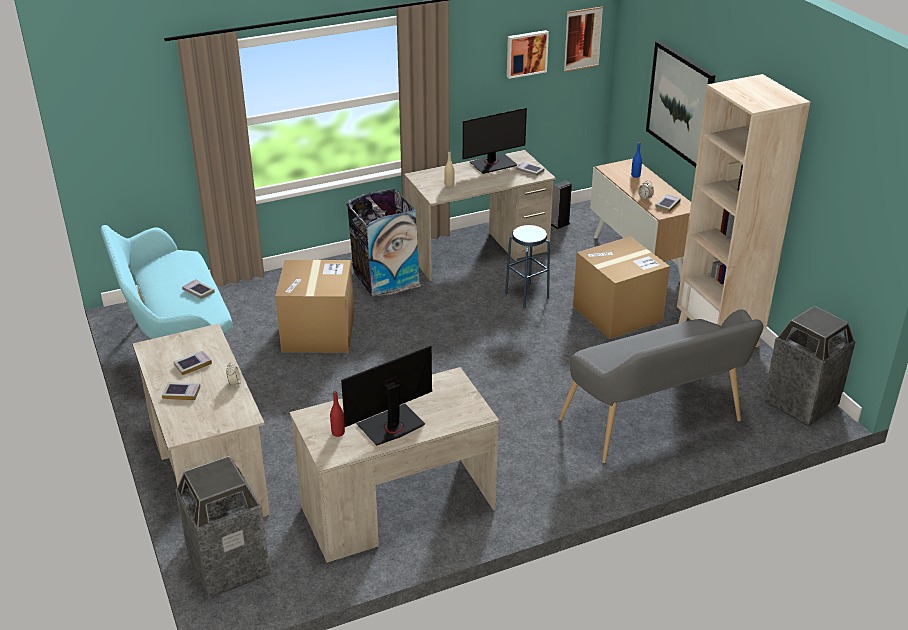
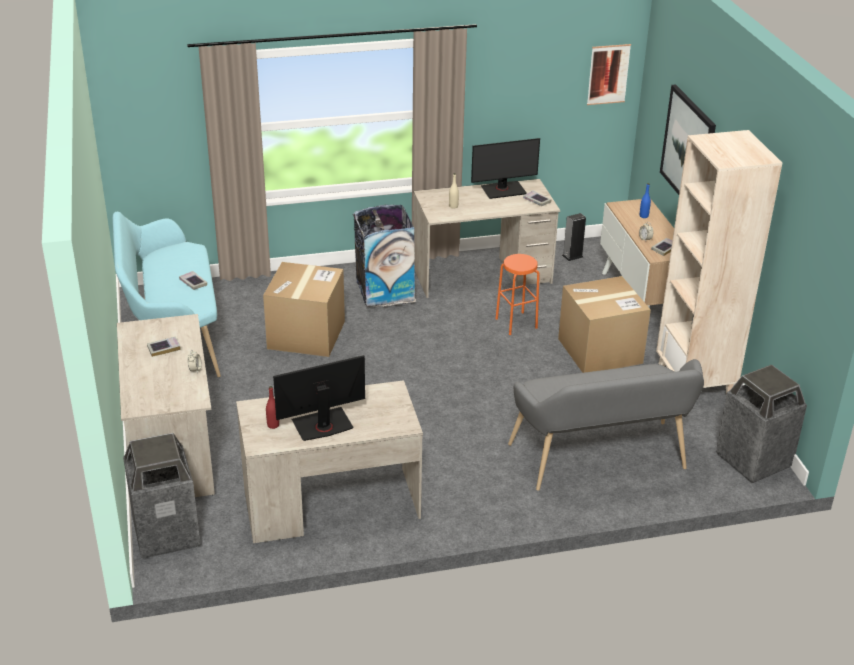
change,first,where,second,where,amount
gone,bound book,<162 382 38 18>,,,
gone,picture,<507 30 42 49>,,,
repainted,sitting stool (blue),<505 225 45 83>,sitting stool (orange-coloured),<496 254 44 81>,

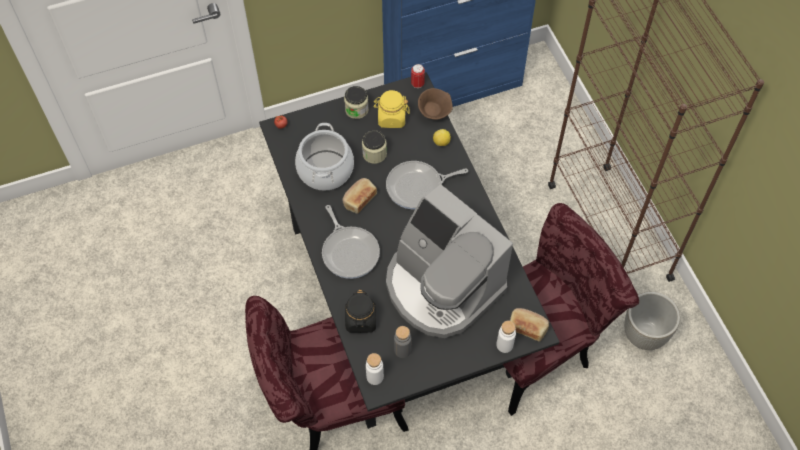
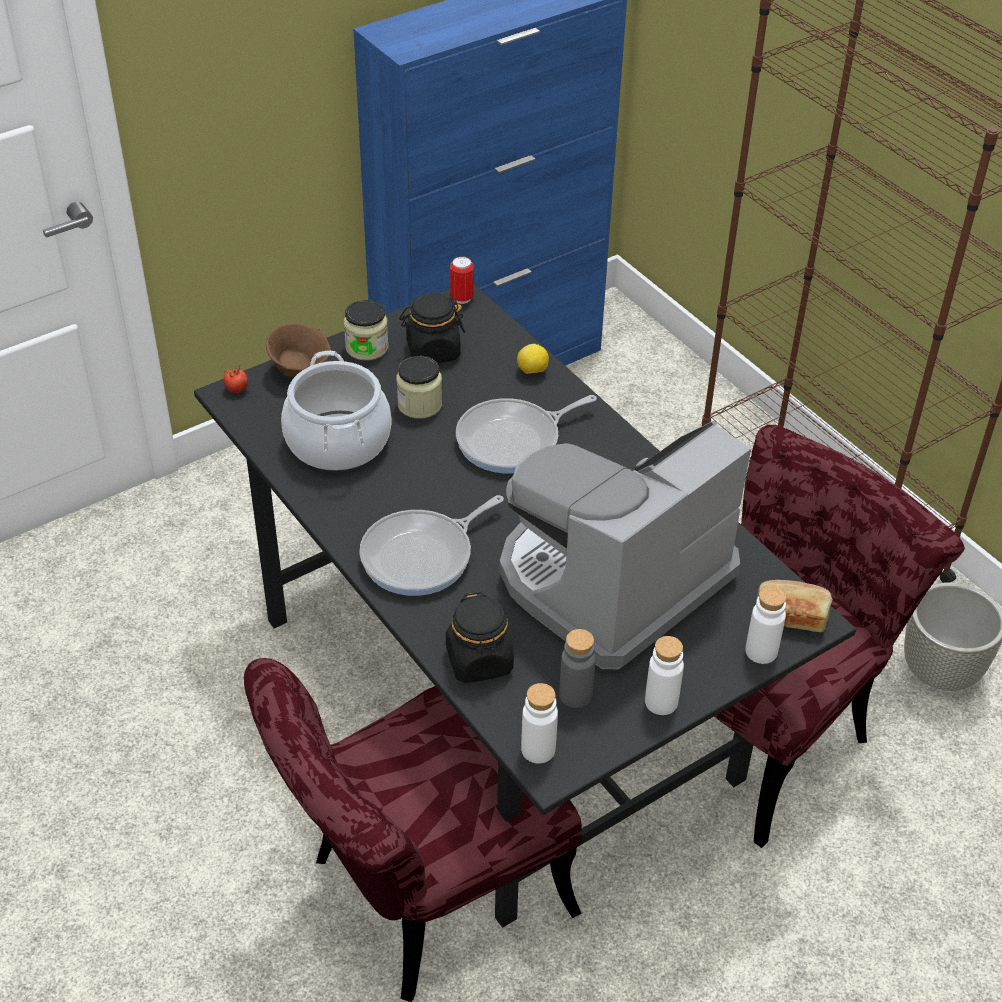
change,first,where,second,where,amount
gone,bread,<342 178 35 36>,,,
new,,,bottle (whitish),<645 636 39 79>,
shifted,deep dish (brown),<418 88 35 32>,,<266 324 65 53>,
repainted,storage jar (yellowish),<373 90 36 38>,storage jar (blackish),<399 293 66 70>,
rotated,frying pan,<322 205 58 74>,,<359 495 145 101>,90 degrees clockwise
rotated,coffee brewer,<386 184 127 154>,,<499 421 252 248>,105 degrees clockwise

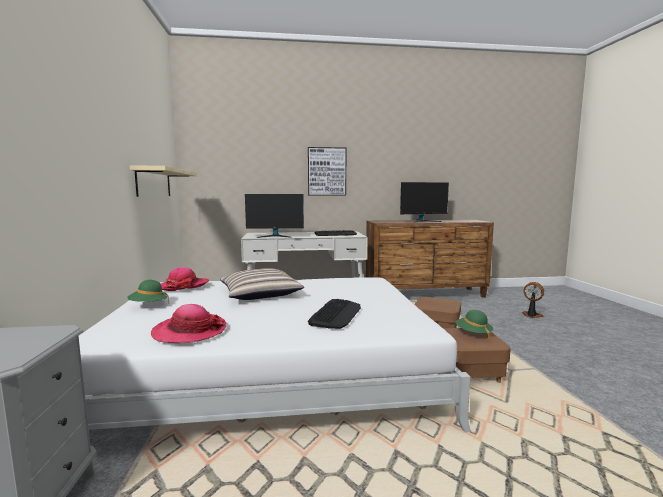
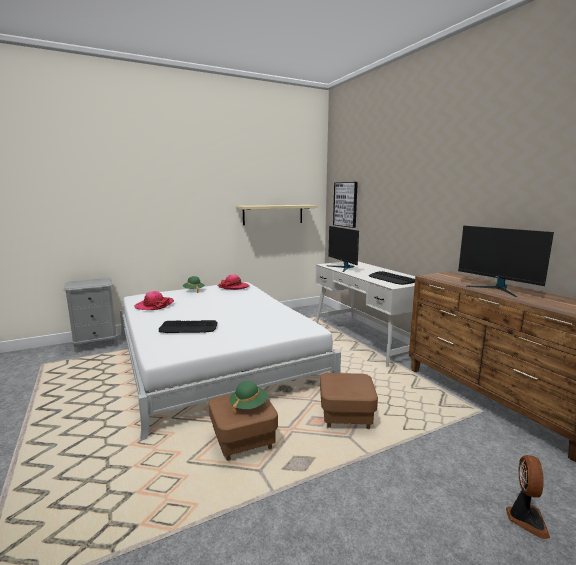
change,first,where,second,where,amount
gone,throw pillow,<220 268 84 32>,,,
shifted,picture,<308 147 38 48>,,<333 182 25 46>,

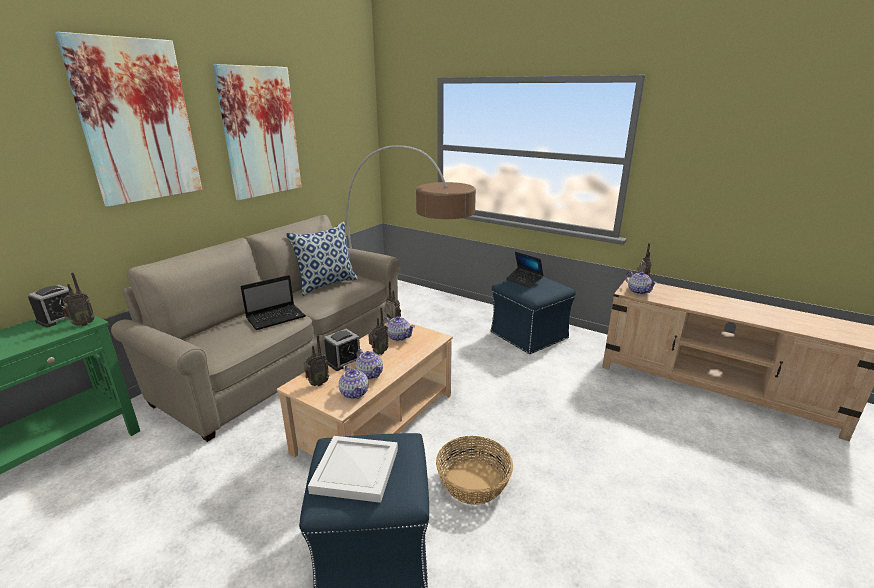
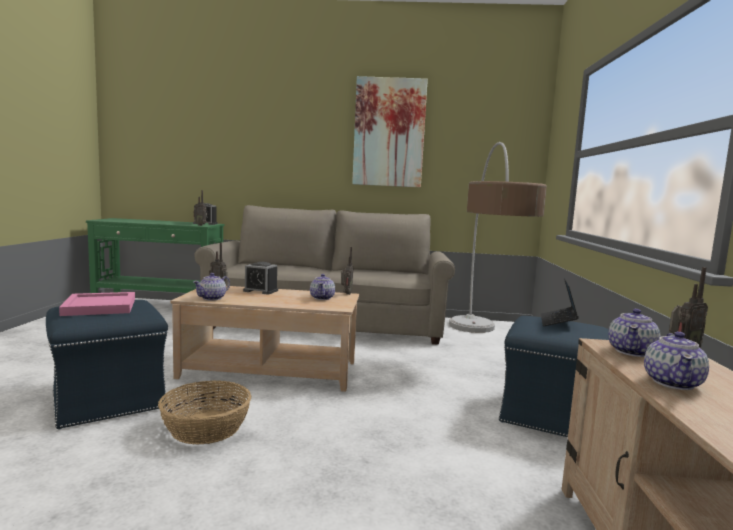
change,first,where,second,where,amount
gone,picture,<55 32 147 175>,,,
gone,portable computer,<240 275 66 55>,,,
gone,throw pillow,<286 222 72 74>,,,
gone,radio set,<368 307 21 48>,,,
shifted,teapot,<355 349 28 31>,,<644 331 65 59>,
repainted,tray (whitish),<308 436 90 67>,tray (pink-coloured),<59 292 76 24>,

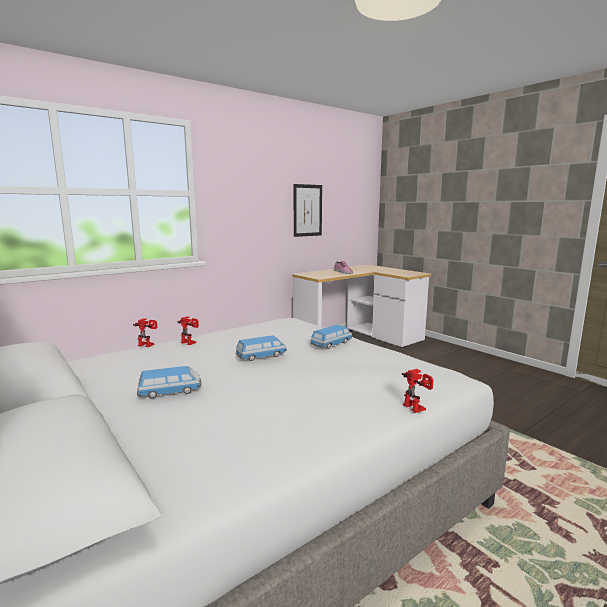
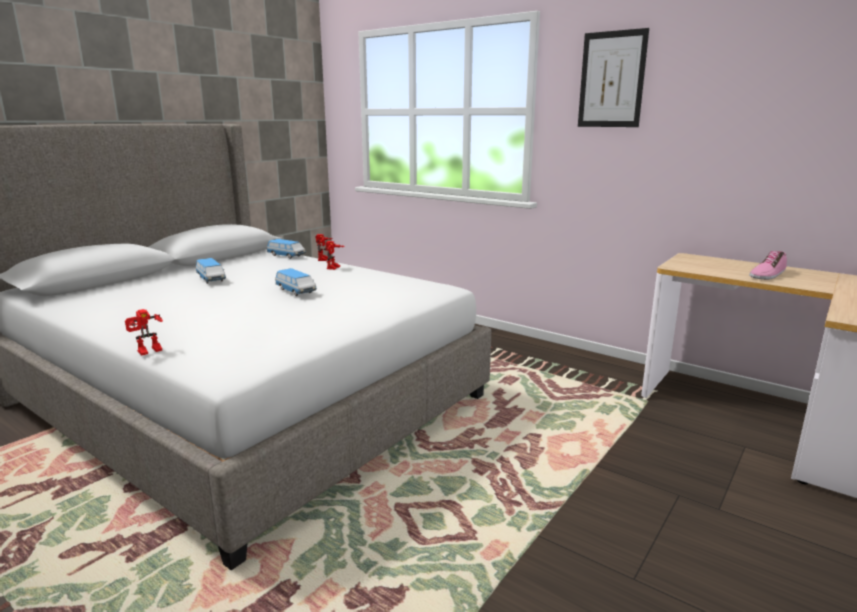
change,first,where,second,where,amount
shifted,picture,<293 184 29 53>,,<578 28 71 99>,
shifted,model car,<310 325 43 24>,,<267 239 39 20>,

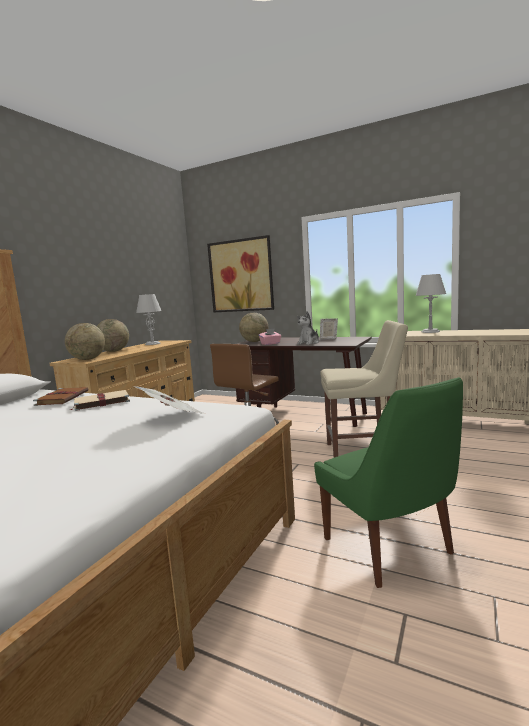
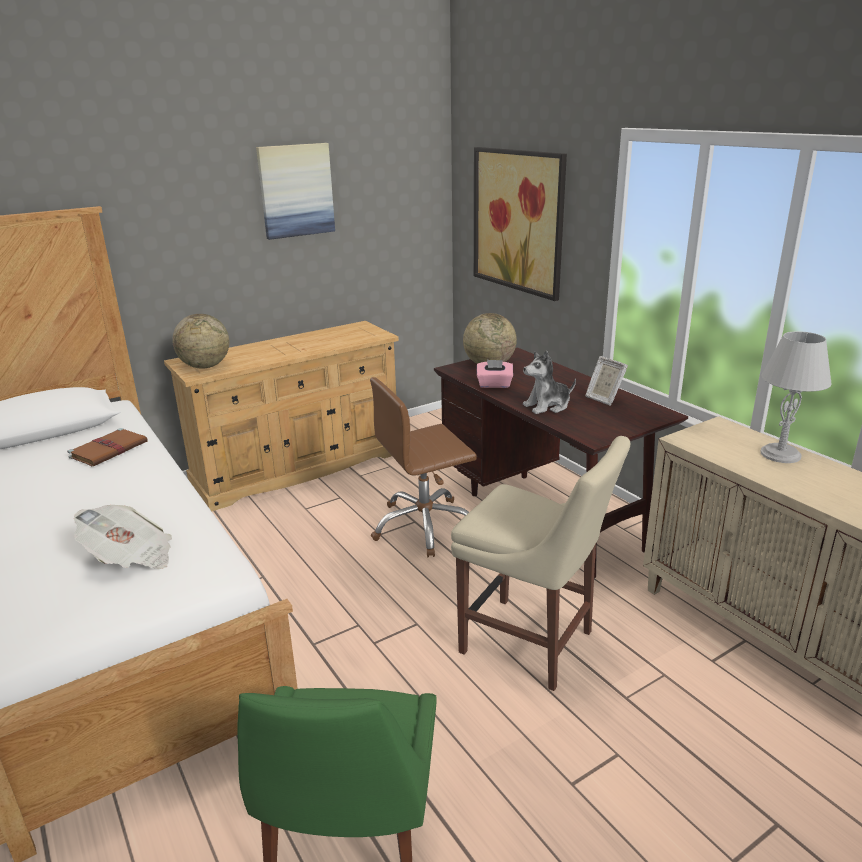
change,first,where,second,where,amount
gone,bound book (beige),<70 390 60 21>,,,
gone,globe,<97 319 32 33>,,,
gone,table lamp (grey),<136 294 26 51>,,,
new,,,picture,<256 143 79 97>,

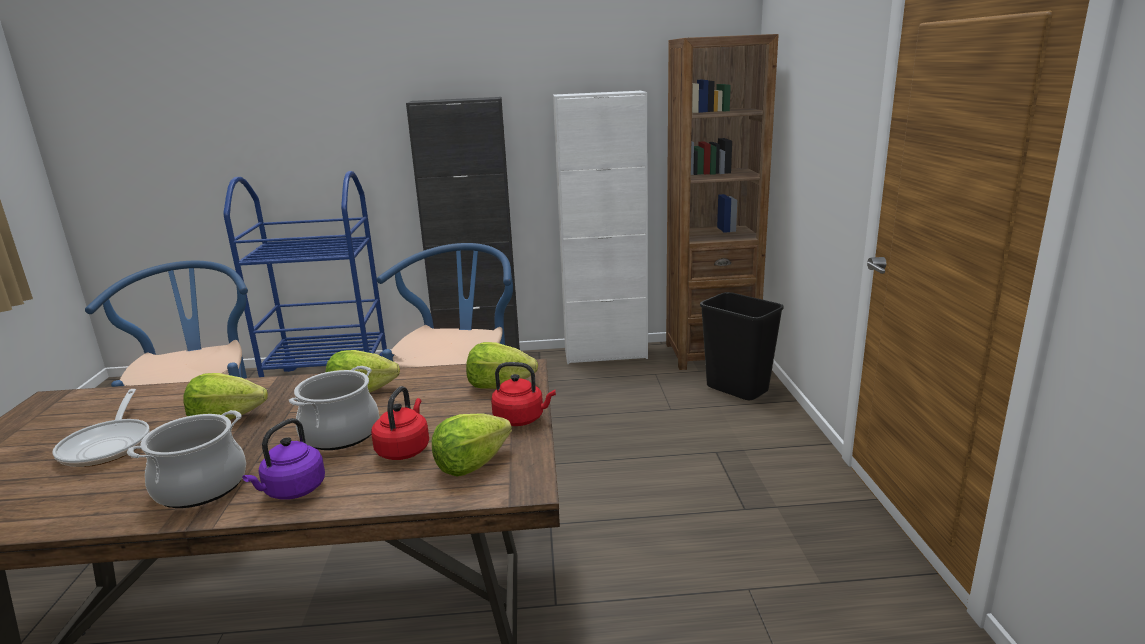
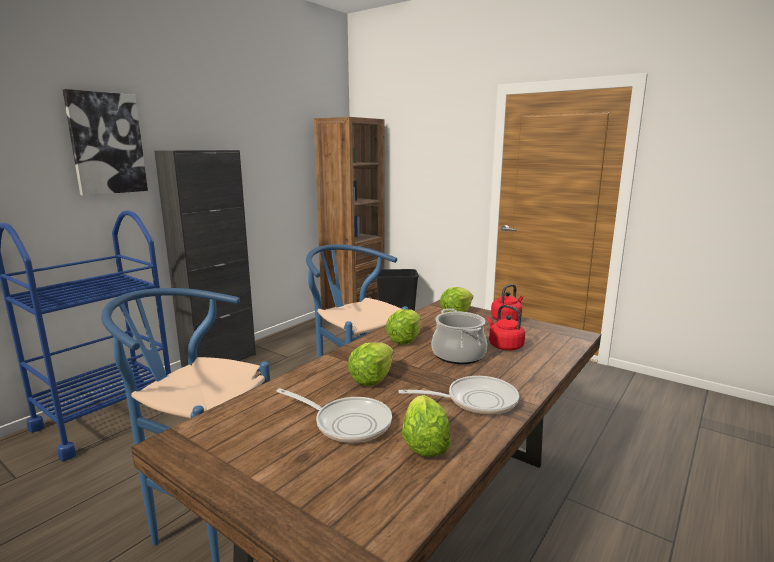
change,first,where,second,where,amount
gone,tea kettle (purplish),<242 418 83 82>,,,
gone,cabinet (whitish),<553 91 95 273>,,,
new,,,picture,<62 89 86 106>,
shifted,head of lettuce,<432 413 80 63>,,<402 395 49 62>,
swapped,stockpot,<127 410 119 98>,frying pan,<398 376 121 39>,

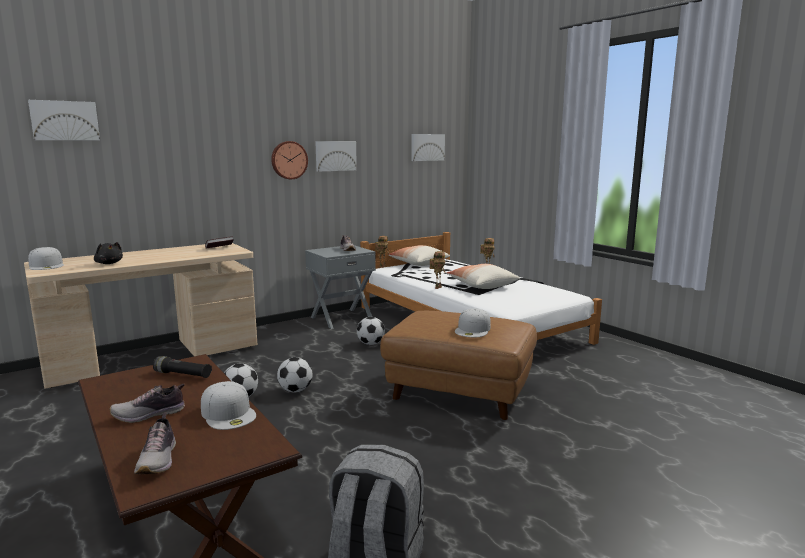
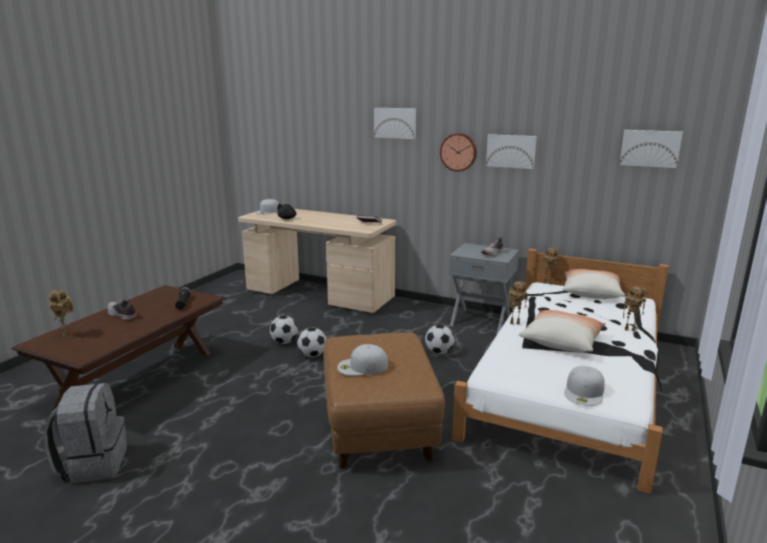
change,first,where,second,where,amount
shifted,picture,<28 100 72 40>,,<374 108 42 31>,
shifted,peaked cap (whitish),<201 381 55 49>,,<564 366 41 40>,
swapped,item of footwear,<134 413 42 61>,robot figure,<49 290 25 48>,

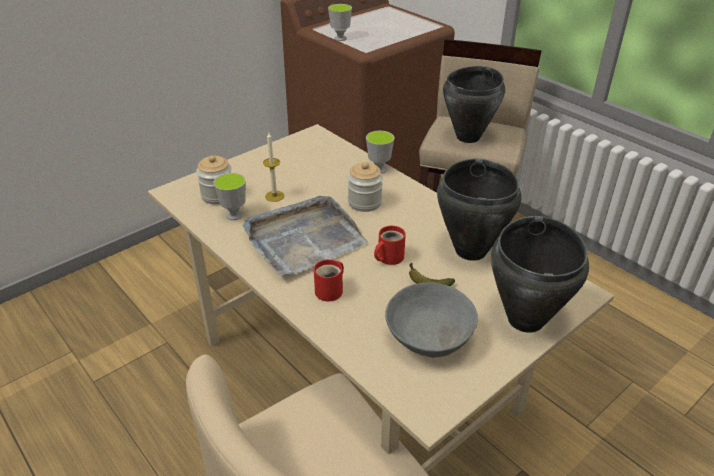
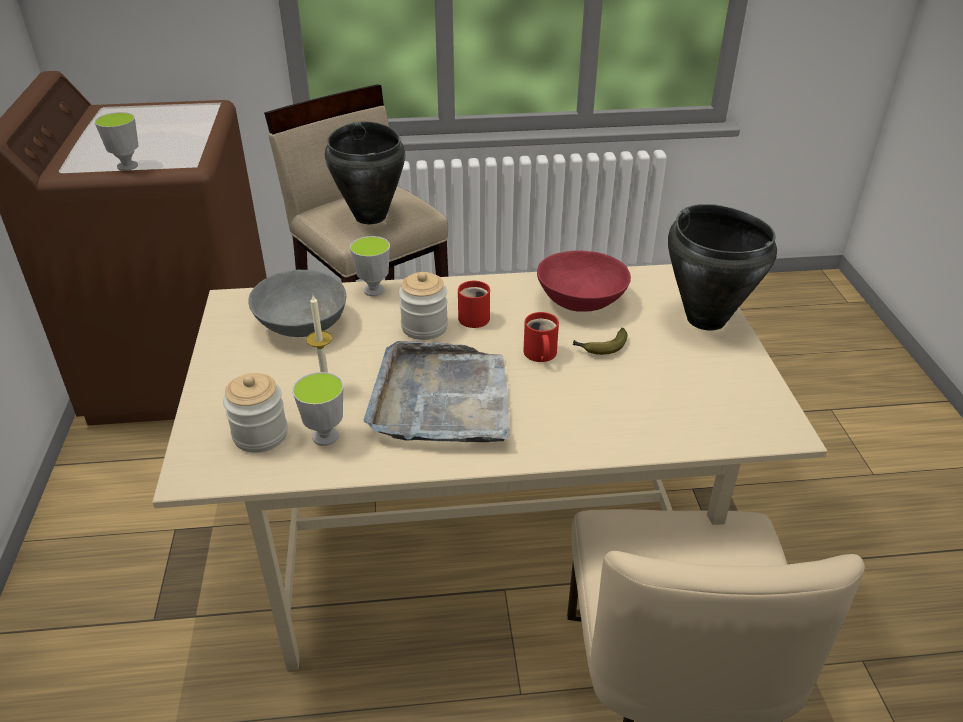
change,first,where,second,where,amount
shifted,tea mug (red-coloured),<314 259 30 43>,,<458 281 32 47>,
shifted,deep dish (grey),<385 282 93 75>,,<248 270 98 67>,
swapped,stockpot (blackish),<437 159 85 102>,deep dish (red-coloured),<537 251 94 61>,

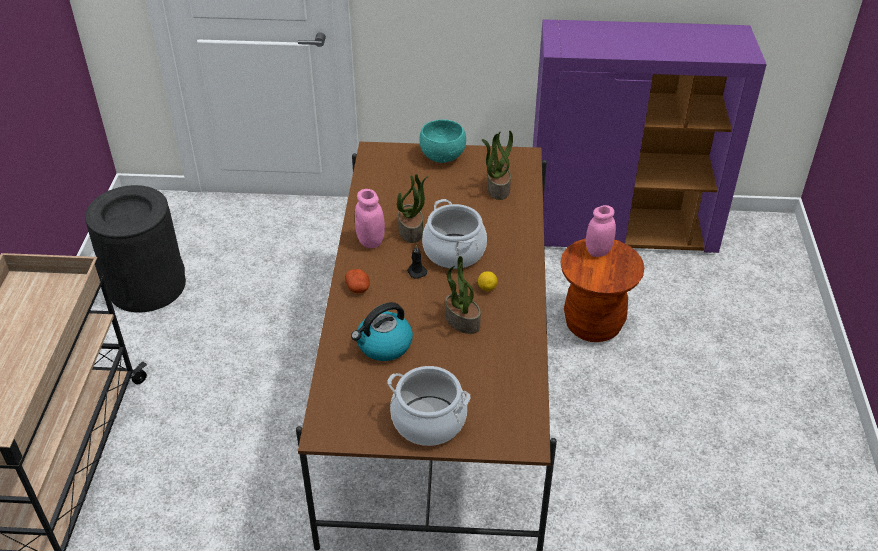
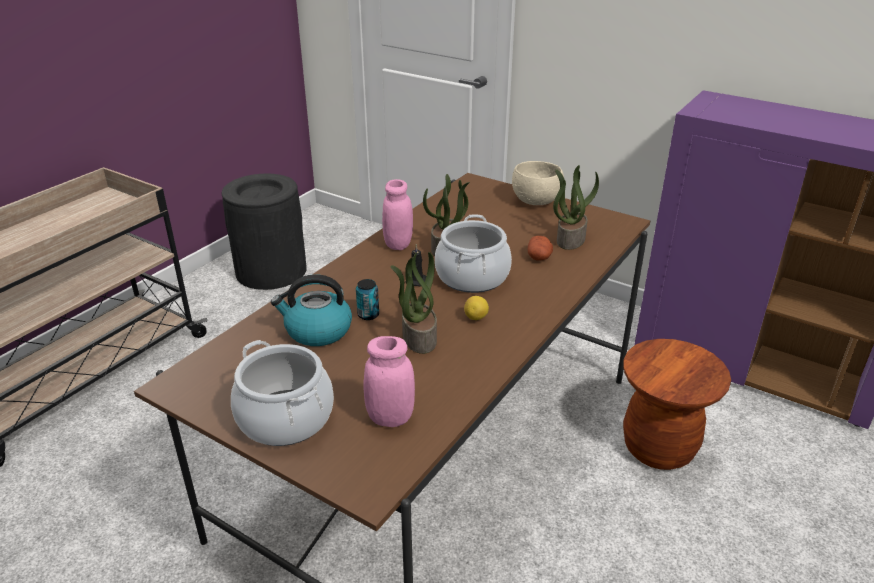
change,first,where,second,where,amount
new,,,metal can,<356 279 23 41>,
shifted,spud,<345 269 25 25>,,<527 236 26 25>,
shifted,storage jar (pink-coloured),<586 205 30 52>,,<363 336 52 91>,
repainted,deep dish (turquoise-coloured),<419 120 47 43>,deep dish (beige),<512 161 52 44>,

